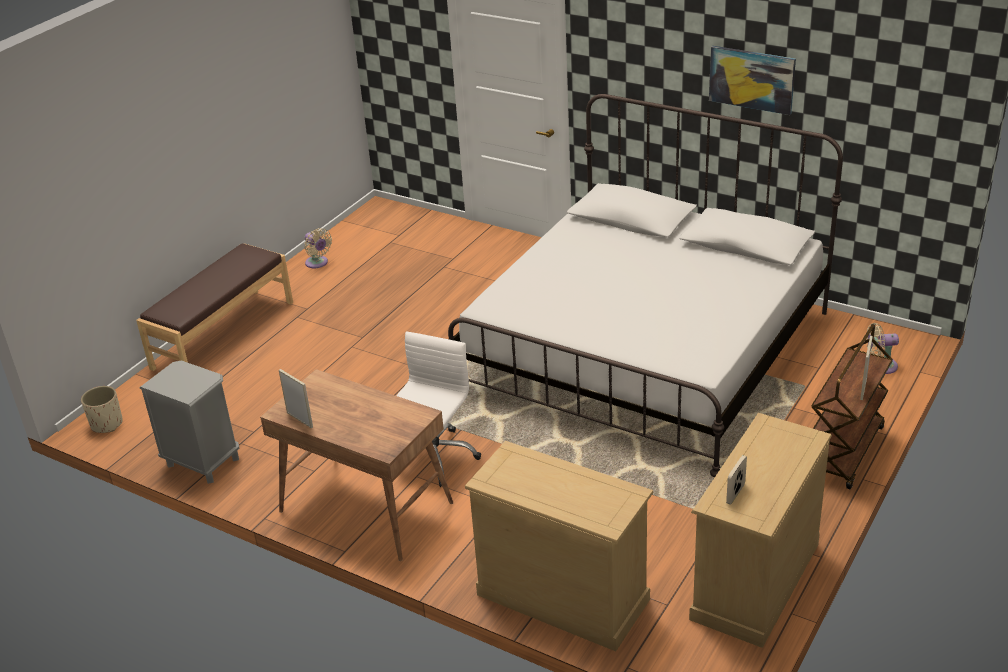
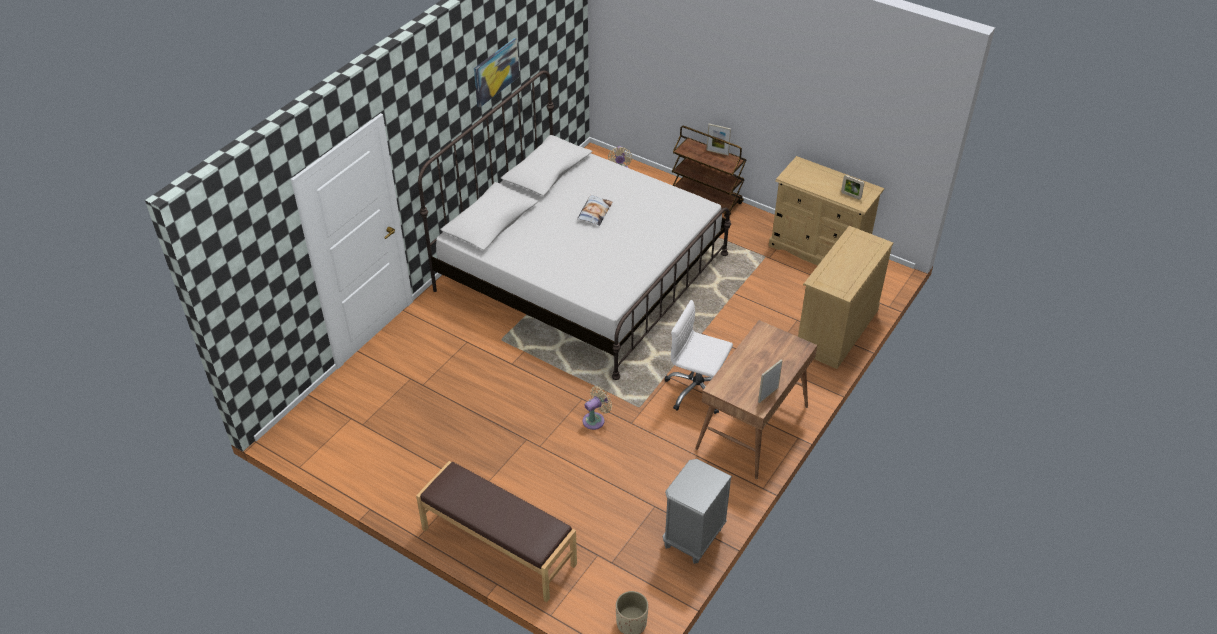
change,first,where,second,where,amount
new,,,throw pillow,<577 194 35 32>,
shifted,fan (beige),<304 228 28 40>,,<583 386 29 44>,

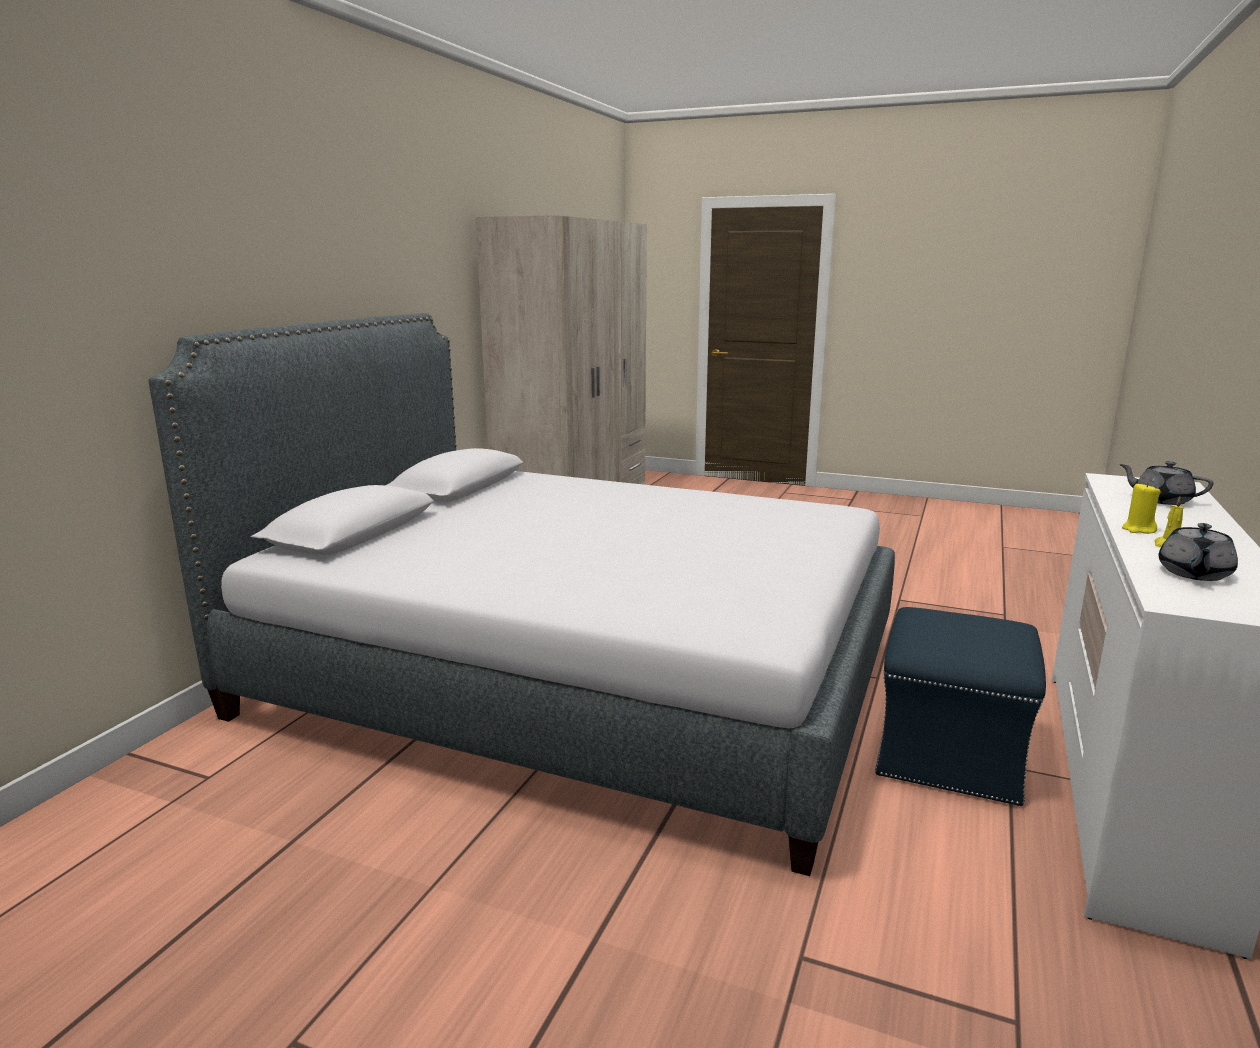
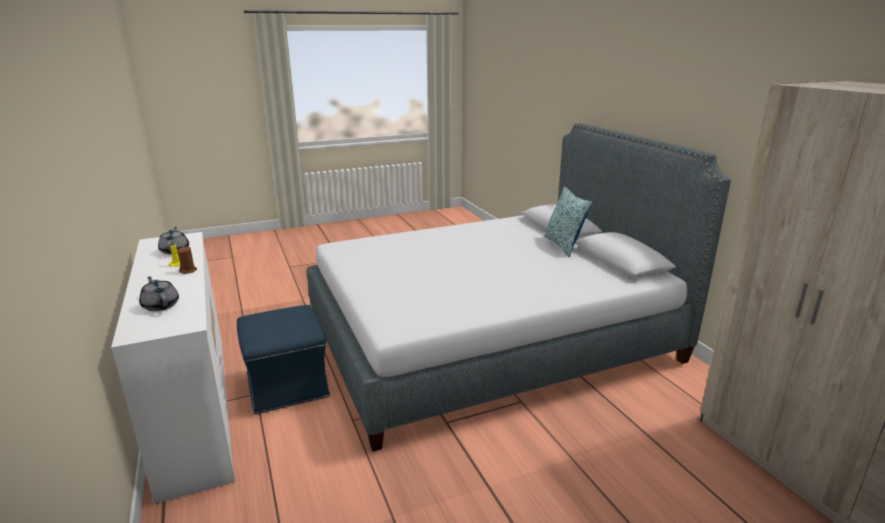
change,first,where,second,where,amount
new,,,throw pillow,<544 187 48 70>,
repainted,candle (yellowish),<1122 483 38 51>,candle (brown),<177 246 20 28>,
rotated,teapot (grey),<1119 461 95 44>,,<139 276 40 35>,120 degrees counterclockwise

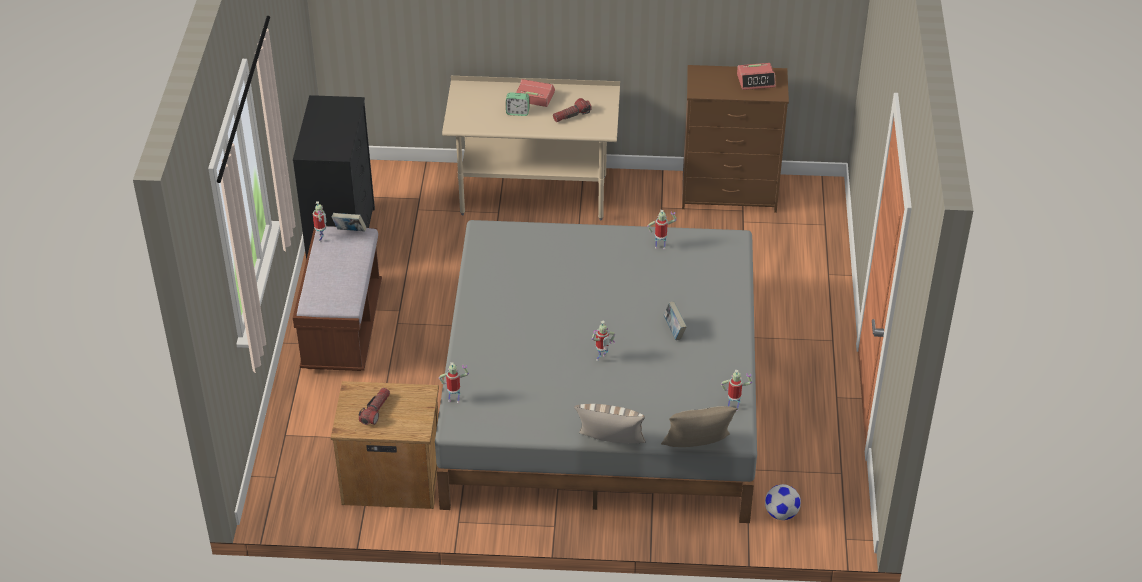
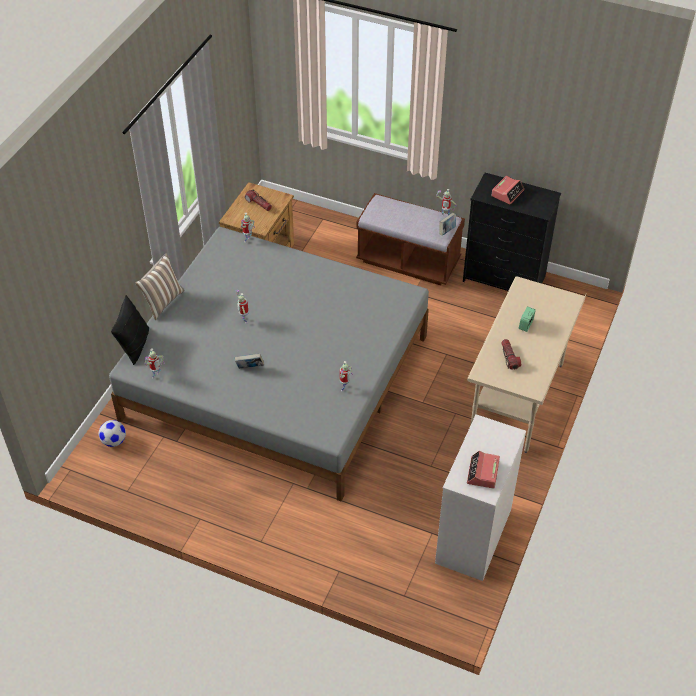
change,first,where,second,where,amount
shifted,table clock,<516 79 39 28>,,<491 176 33 28>,
repainted,throw pillow (beige),<661 406 77 41>,throw pillow (blackish),<111 295 38 70>,
repainted,drawer chest (brown),<682 65 107 148>,drawer chest (whitish),<435 414 91 167>,

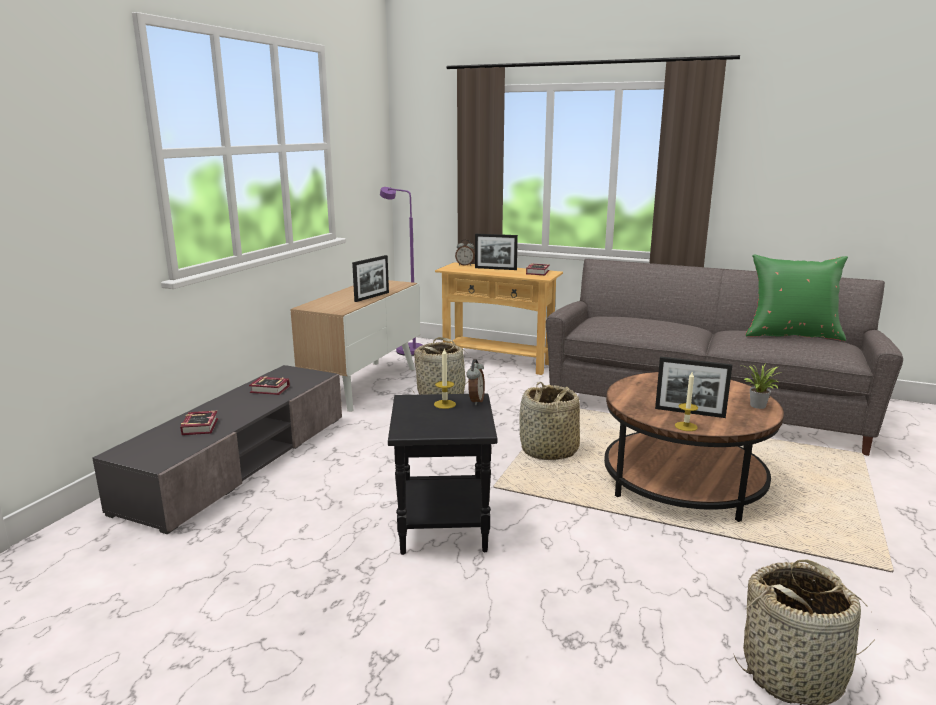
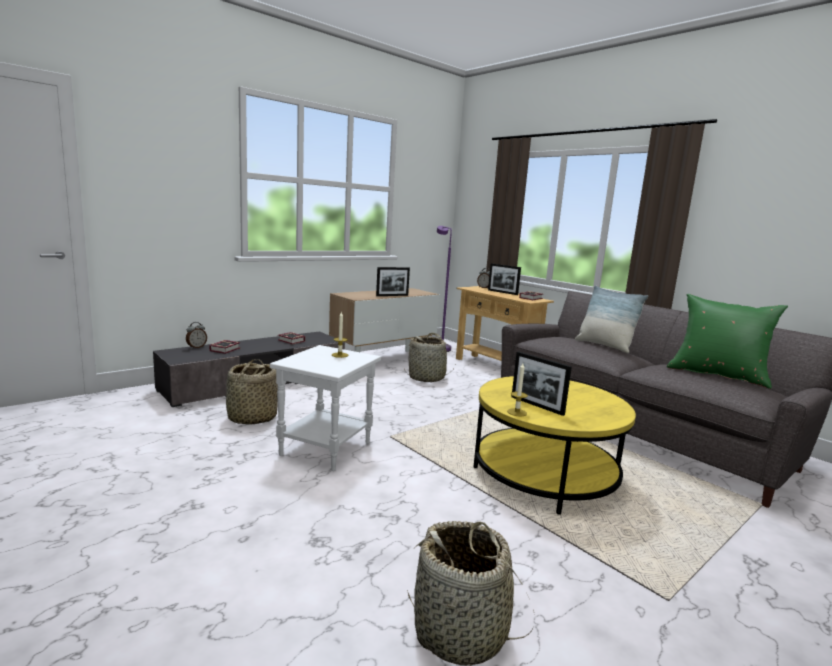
change,first,where,second,where,amount
gone,houseplant,<741 363 39 46>,,,
new,,,throw pillow,<575 285 73 68>,
shifted,table clock,<467 359 18 46>,,<186 322 21 27>,
shifted,household basket,<520 382 60 78>,,<226 359 52 66>,
repainted,accent table (blackish),<388 393 110 162>,accent table (whitish),<270 345 111 126>,
repainted,coffee table (brown),<604 372 180 150>,coffee table (yellowish),<474 376 162 139>,

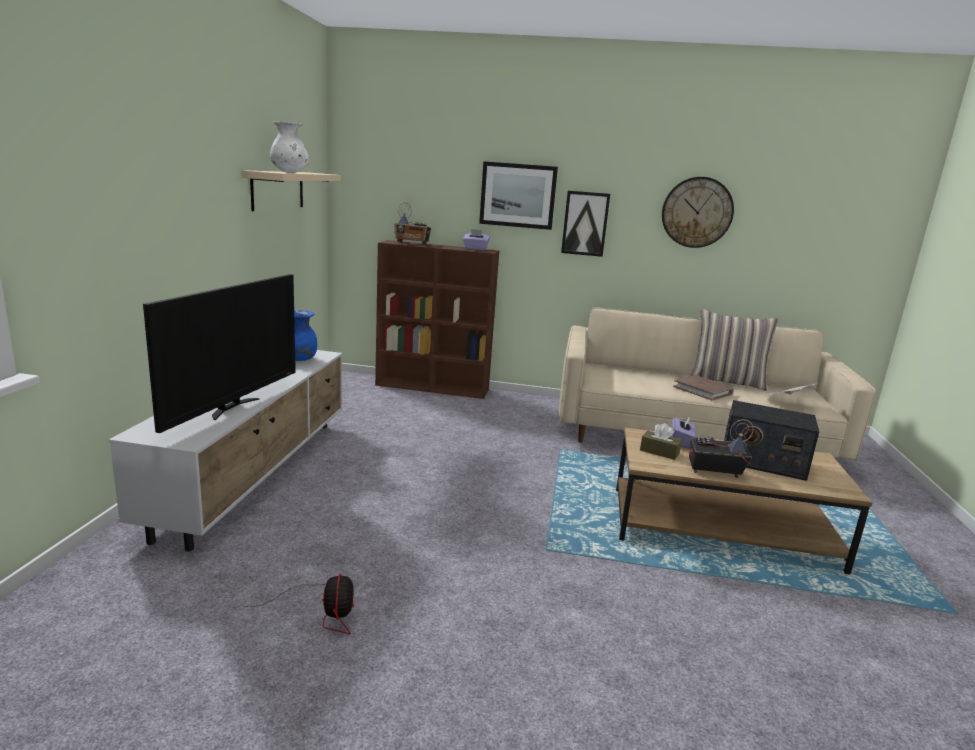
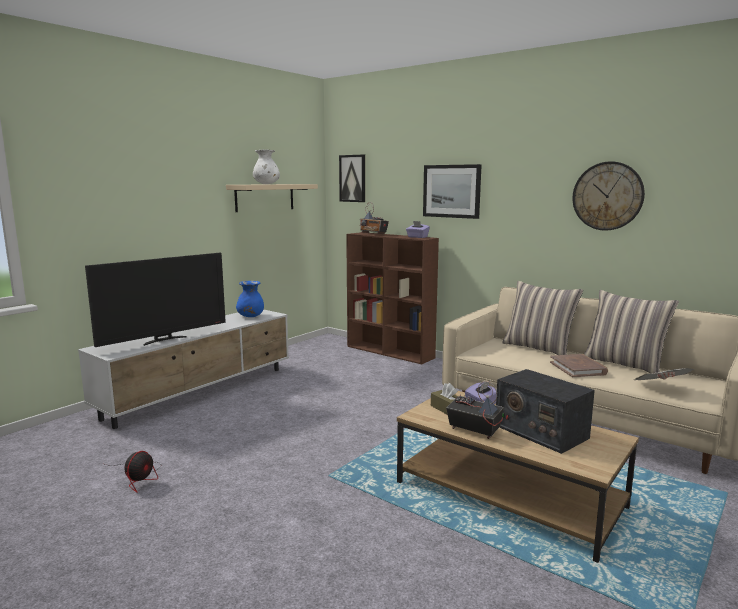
change,first,where,second,where,amount
new,,,throw pillow,<502 281 81 74>,
shifted,picture,<561 191 49 66>,,<339 155 26 47>,

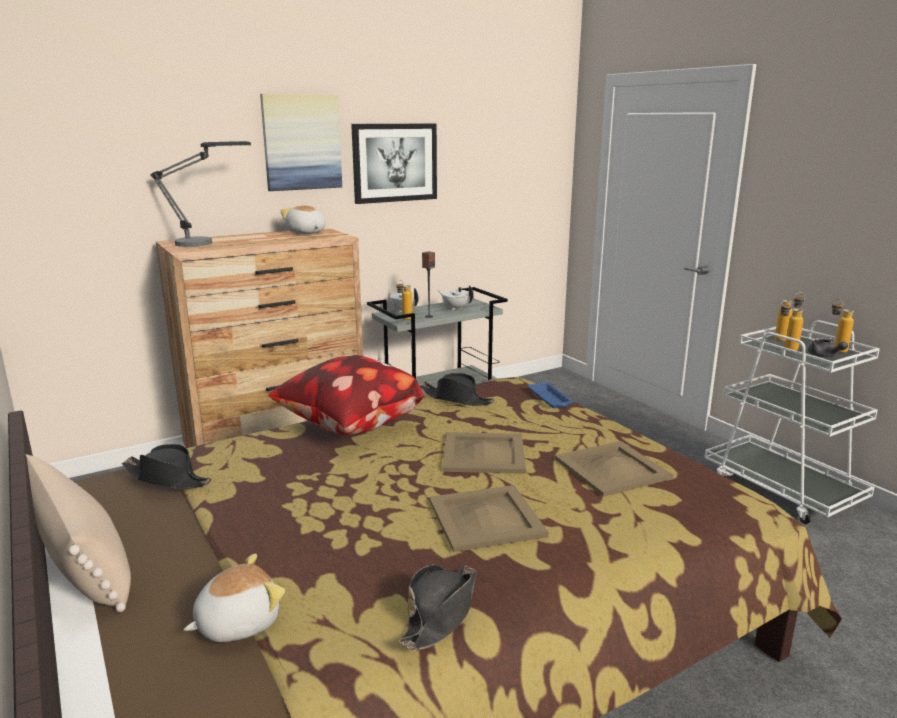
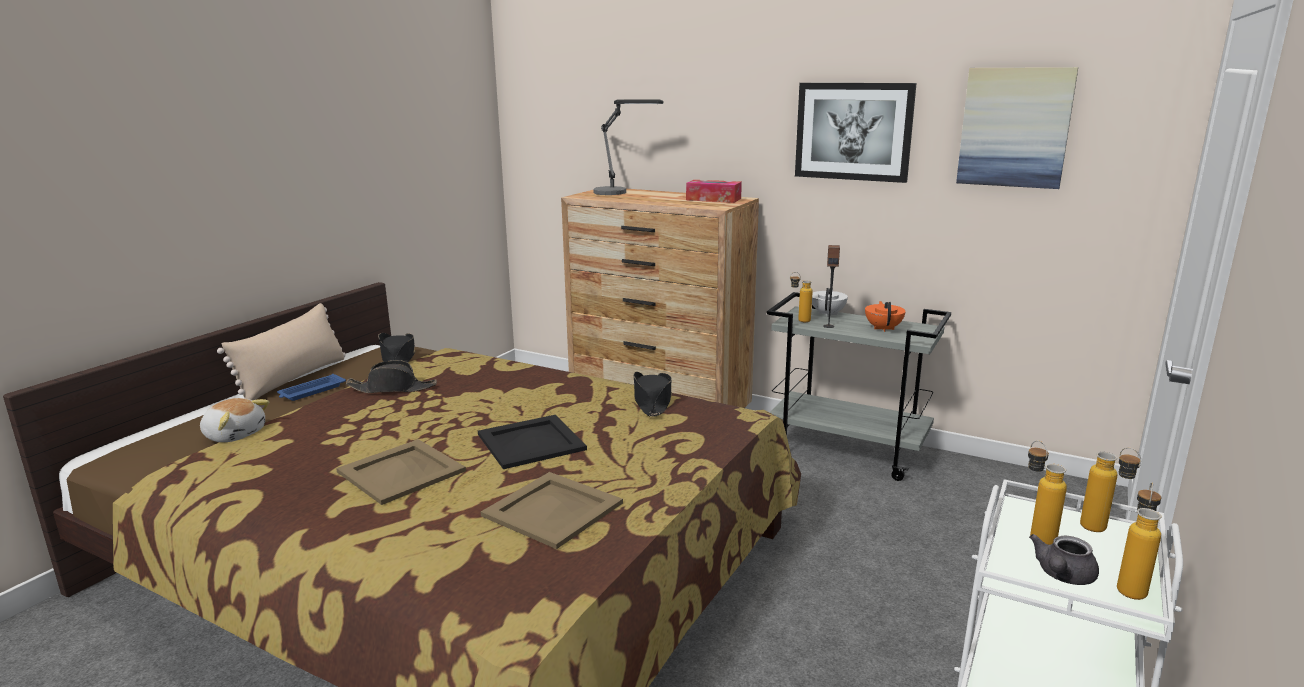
change,first,where,second,where,amount
gone,throw pillow,<269 355 156 81>,,,
shifted,picture,<260 94 82 97>,,<956 67 122 122>,
shifted,hat (blackish),<399 564 78 87>,,<346 360 91 33>,
shifted,tray (blue),<528 382 46 26>,,<277 374 69 27>,
swapped,soft toy,<281 206 45 28>,tissue holder,<686 180 56 23>,
repainted,teapot (whitish),<438 285 36 25>,teapot (orange-coloured),<865 301 41 31>,
repainted,tray (beige),<442 432 84 42>,tray (blackish),<478 415 109 54>,

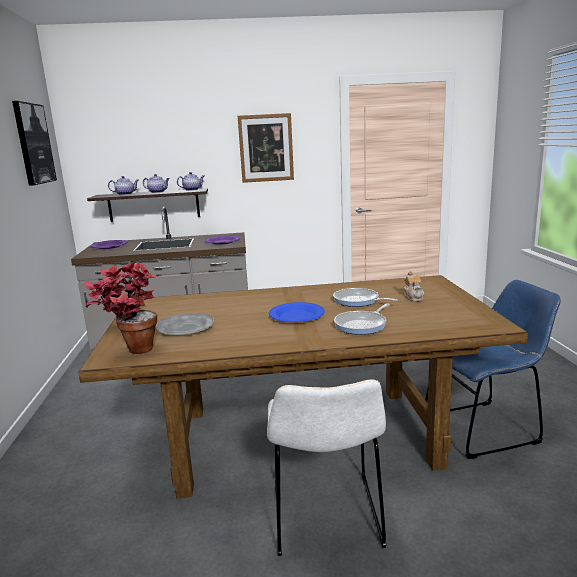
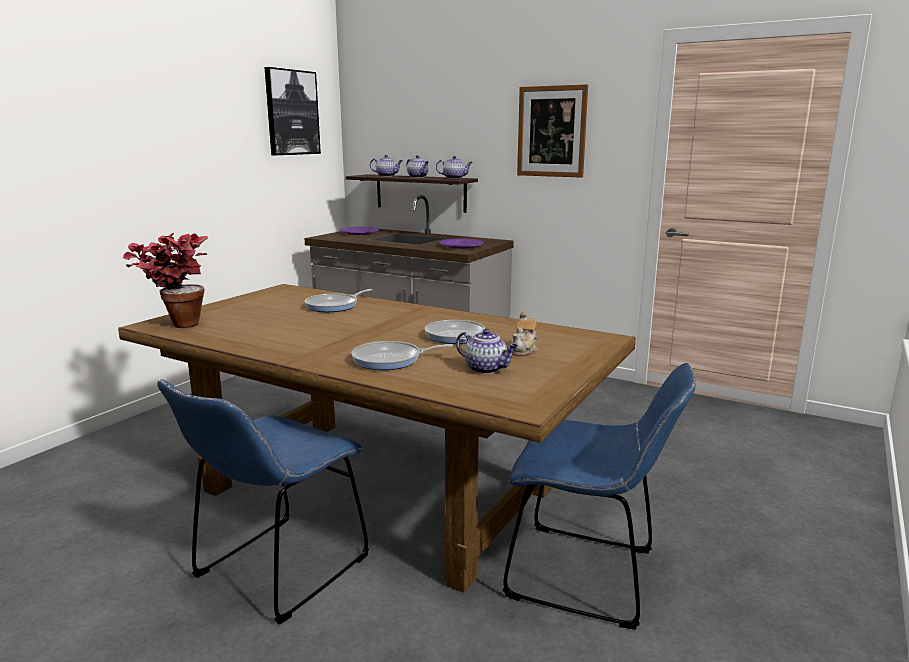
change,first,where,second,where,amount
gone,plate (grey),<156 313 58 22>,,,
gone,plate (blue),<269 302 56 20>,,,
new,,,frying pan,<304 289 69 23>,
new,,,teapot,<456 329 62 45>,
repainted,upright chair (whitish),<267 379 119 177>,upright chair (blue),<157 379 212 245>,

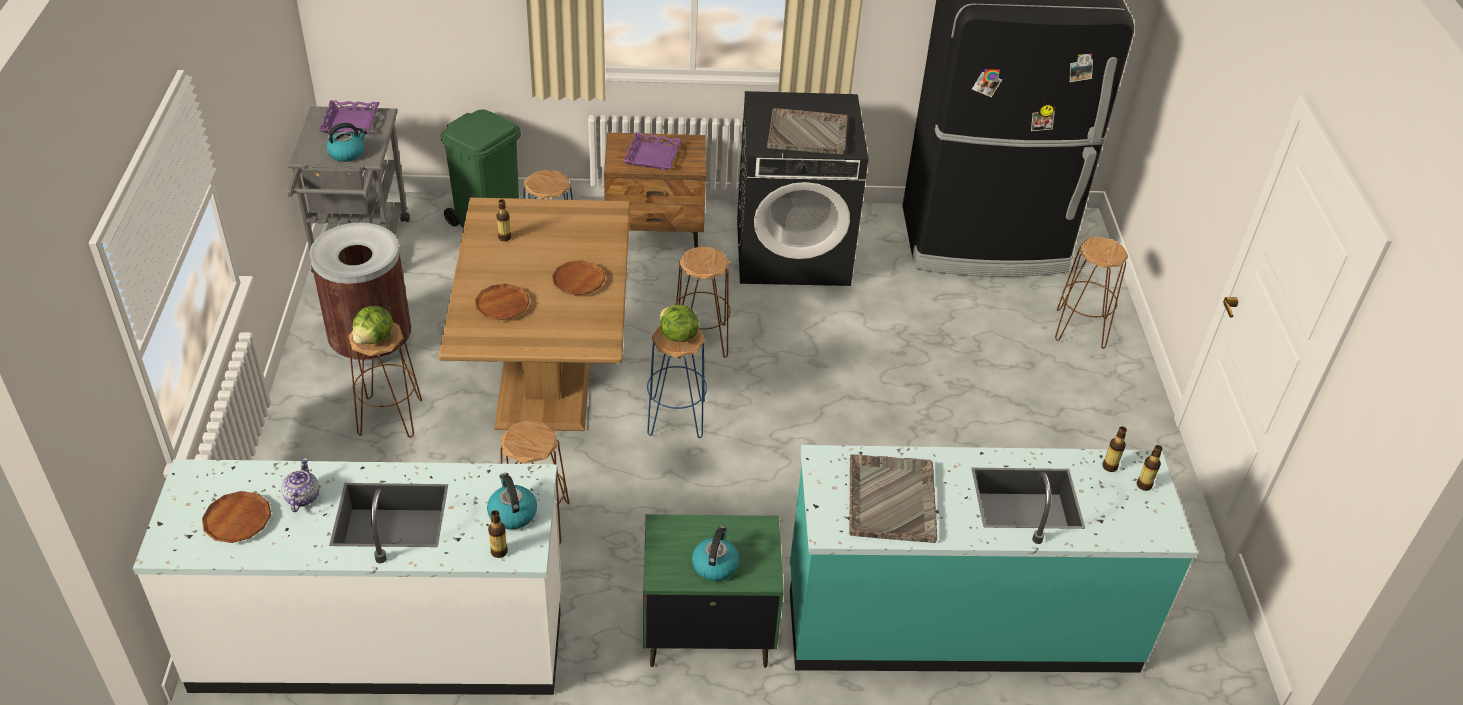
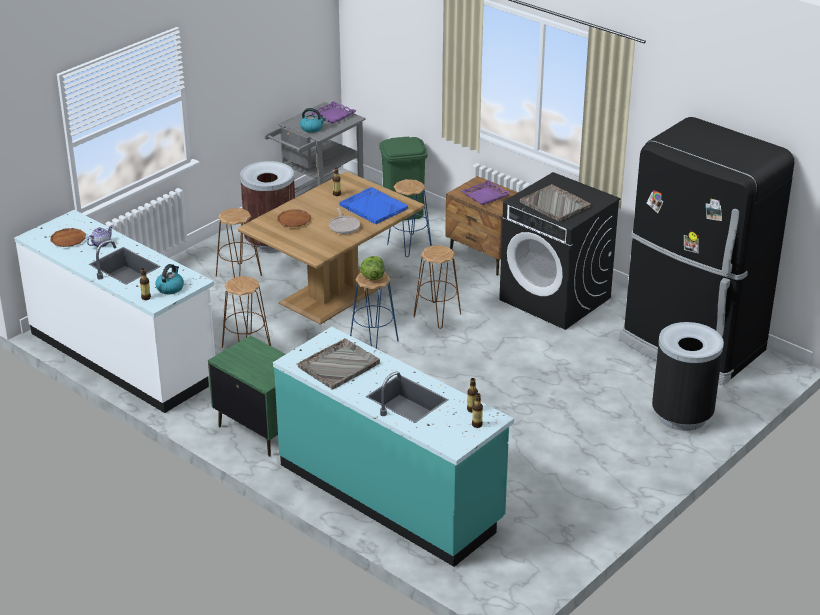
change,first,where,second,where,amount
gone,head of lettuce,<353 306 40 38>,,,
gone,tea kettle,<692 526 47 55>,,,
new,,,tray (blue),<339 187 69 37>,
swapped,plate (brown),<552 260 53 35>,frying pan,<329 208 31 26>,
swapped,sitting stool (brown),<1055 237 73 112>,trash can (blackish),<652 322 72 109>,

